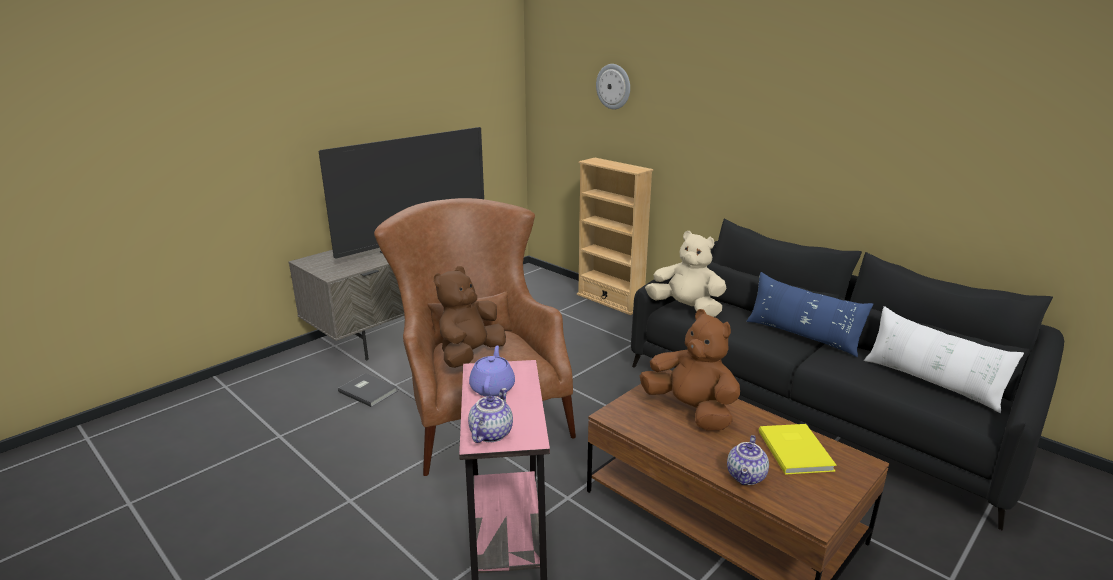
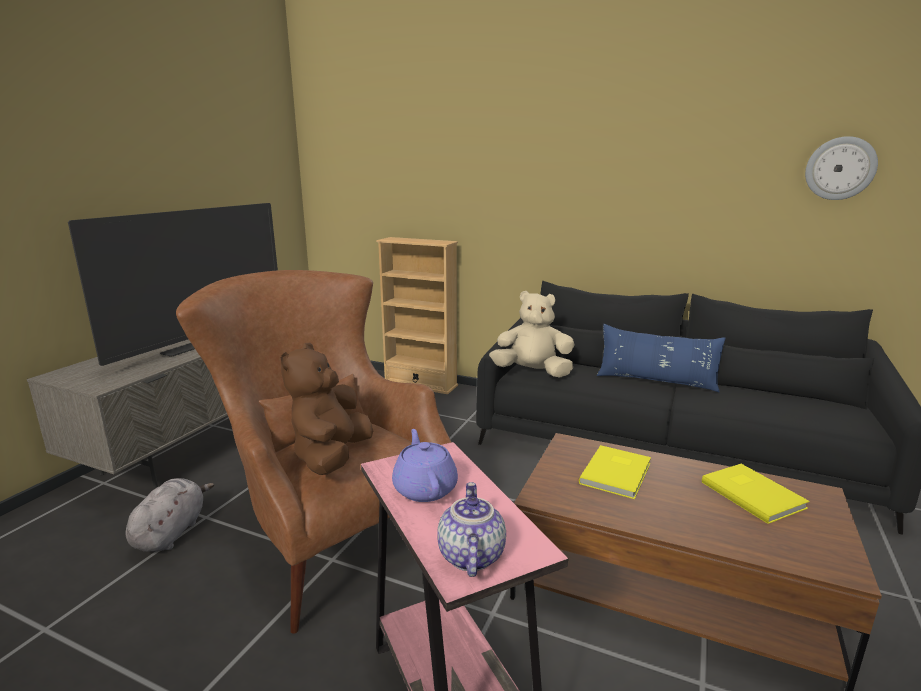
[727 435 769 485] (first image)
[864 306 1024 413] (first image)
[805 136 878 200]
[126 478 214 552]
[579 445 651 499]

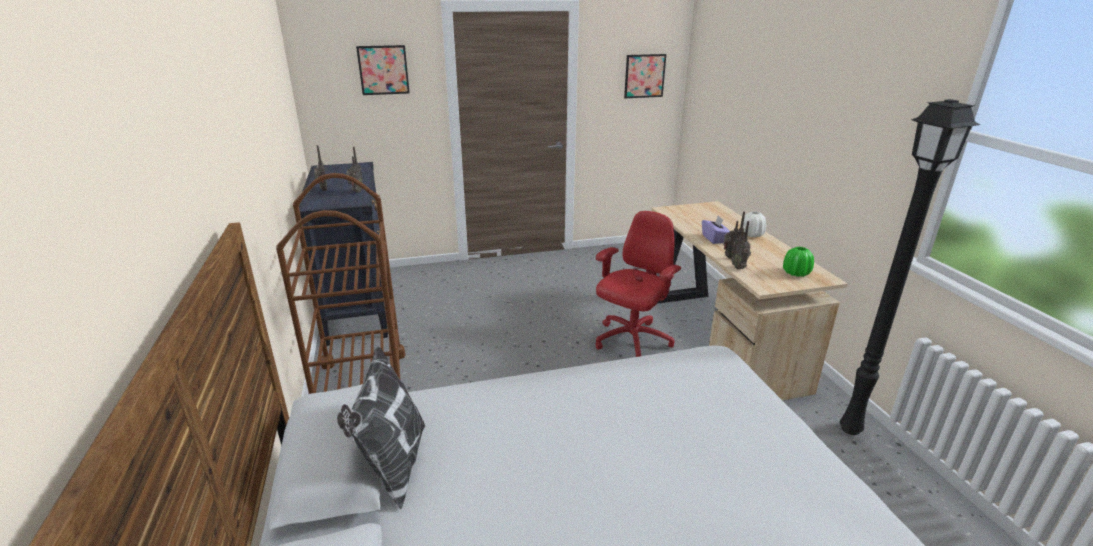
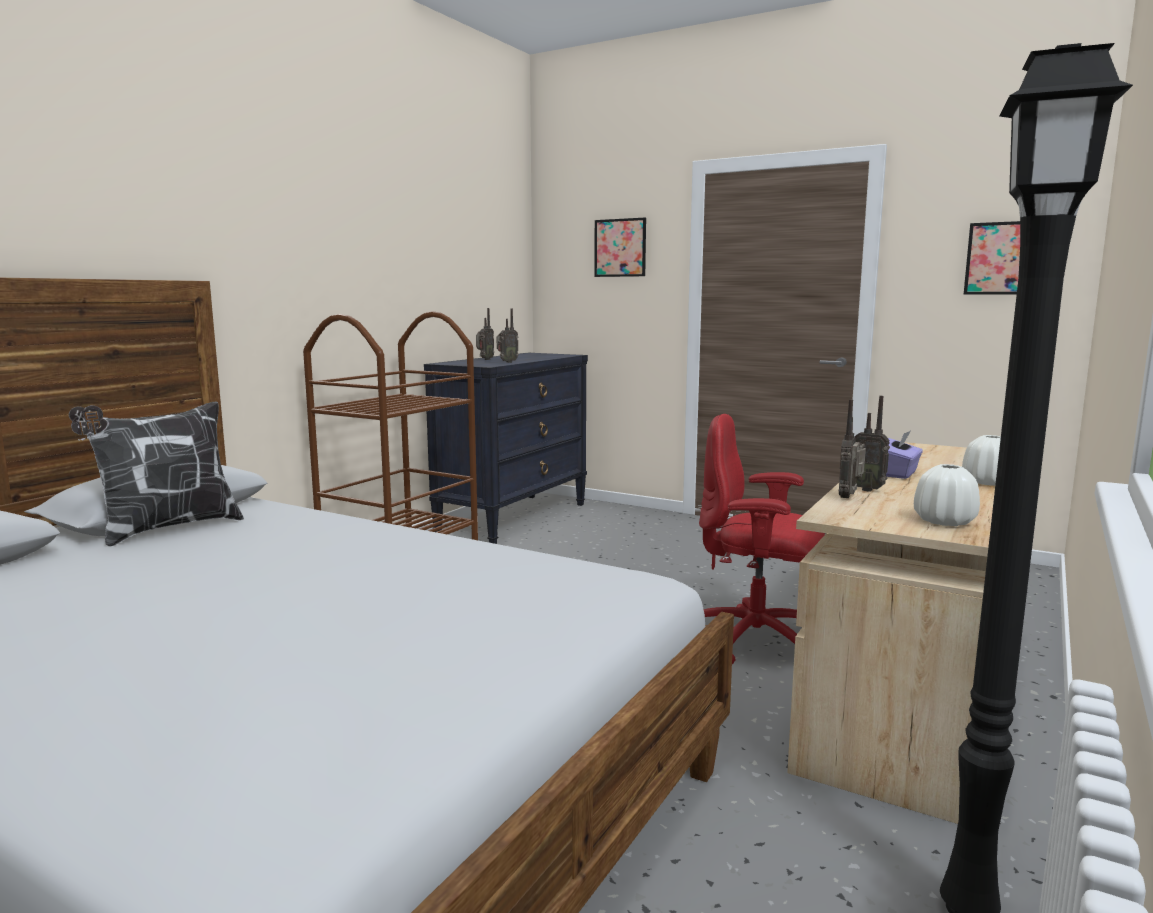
[914 464 980 526]
[699 414 825 664]

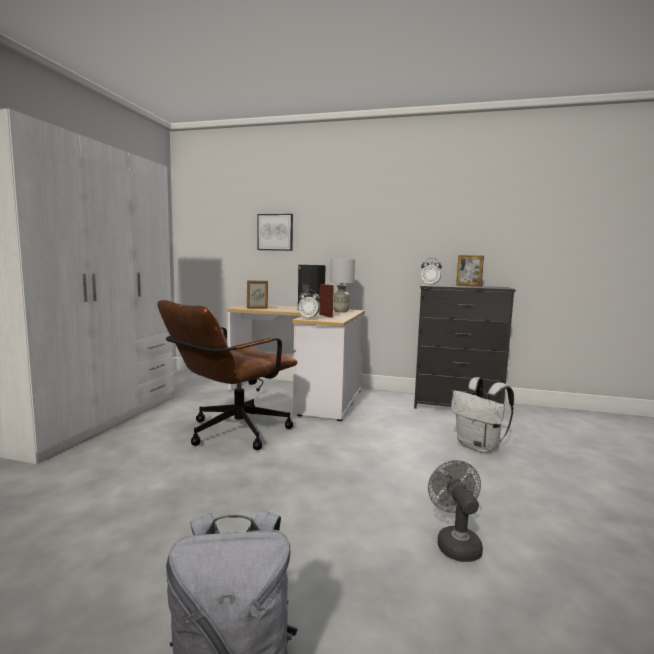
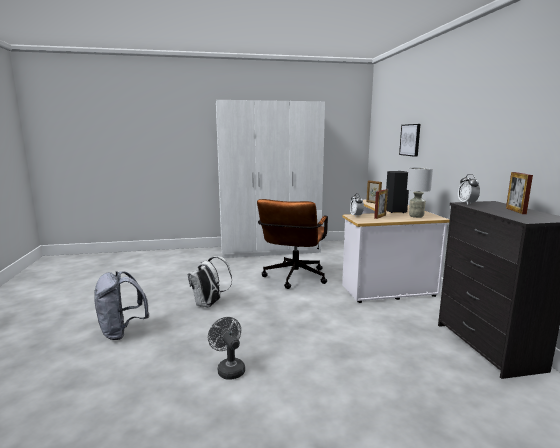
[188 256 232 308]
[257 199 328 289]
[208 317 245 380]

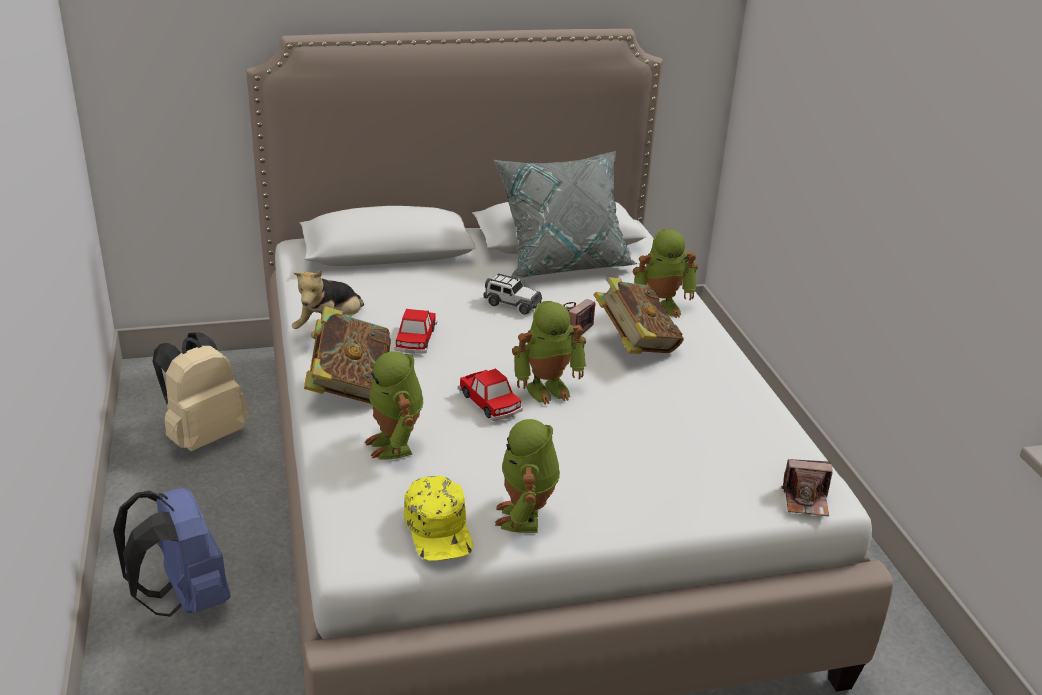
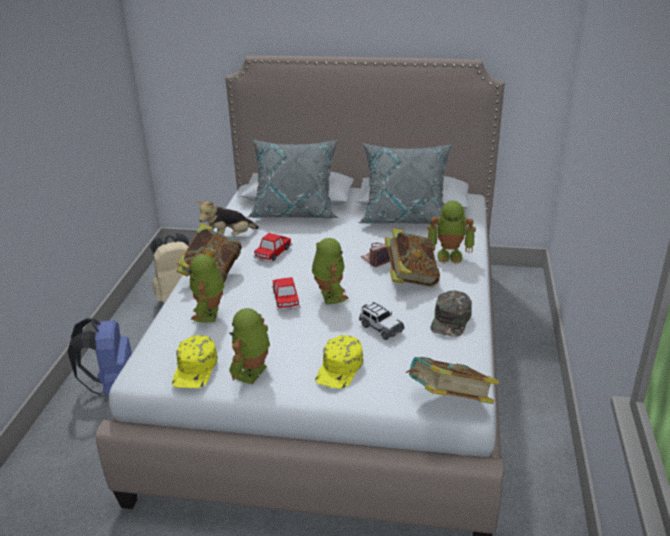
[247 140 339 218]
[315 335 363 389]
[430 291 472 337]
[359 302 405 340]
[406 357 499 404]
[312 238 349 305]

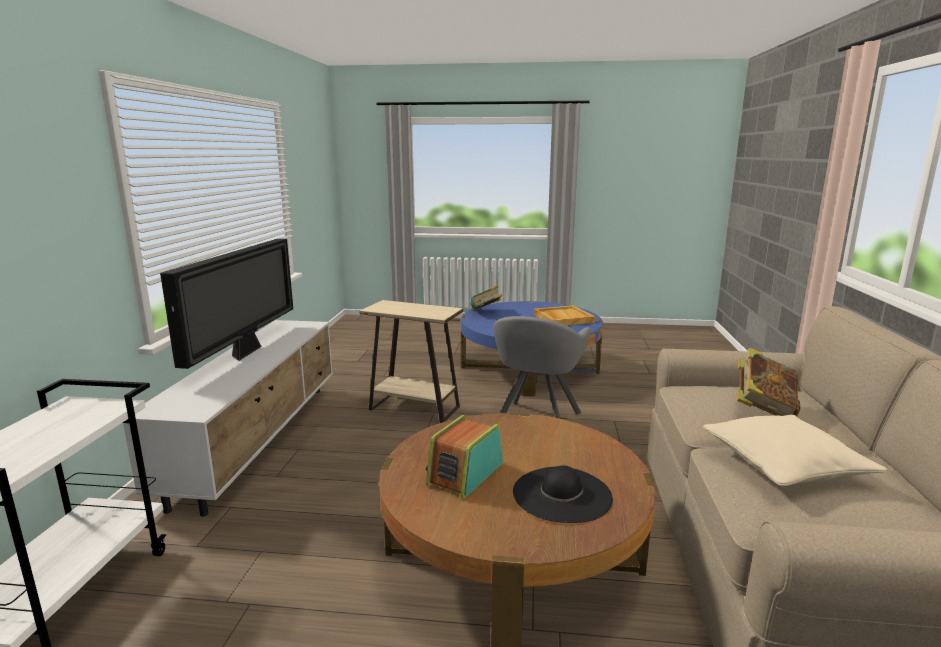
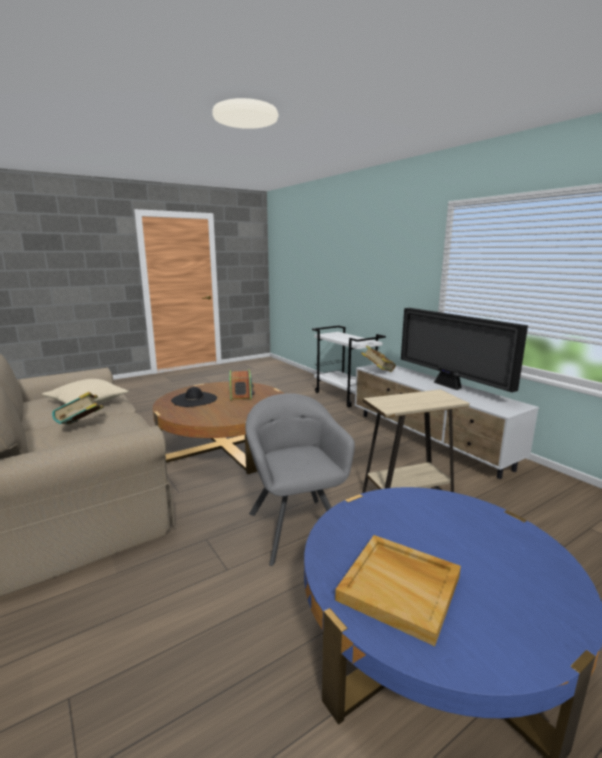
[361 346 396 372]

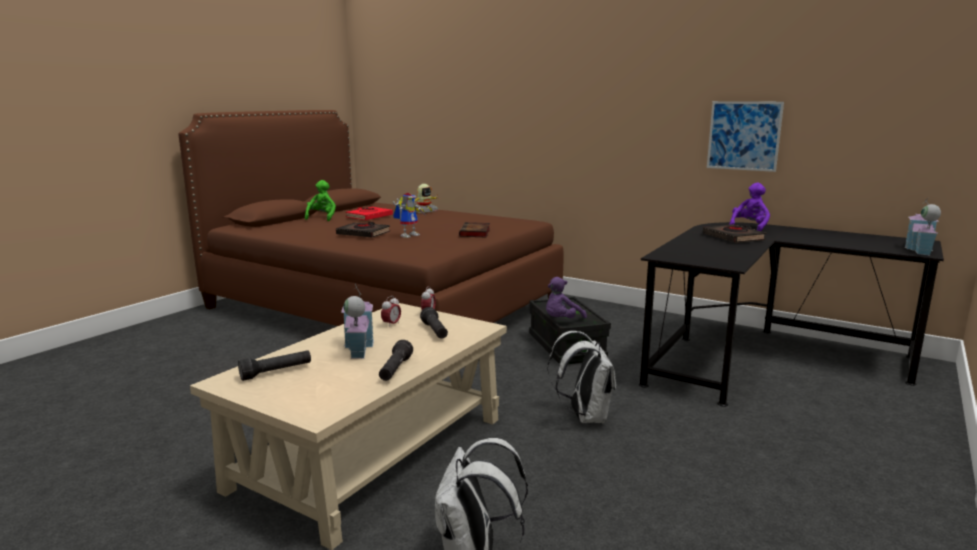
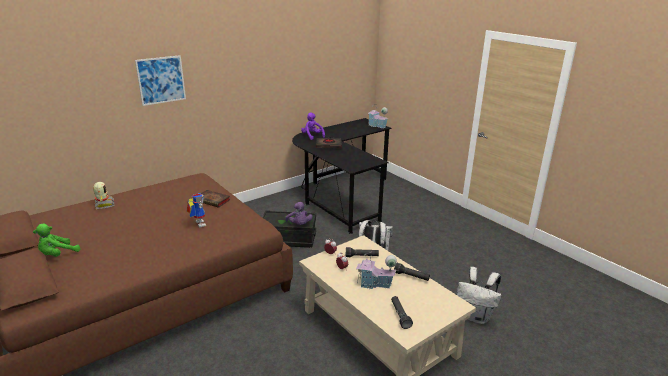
[336 222 390 238] (first image)
[346 207 393 220] (first image)
[135 55 186 106]
[33 224 80 257]

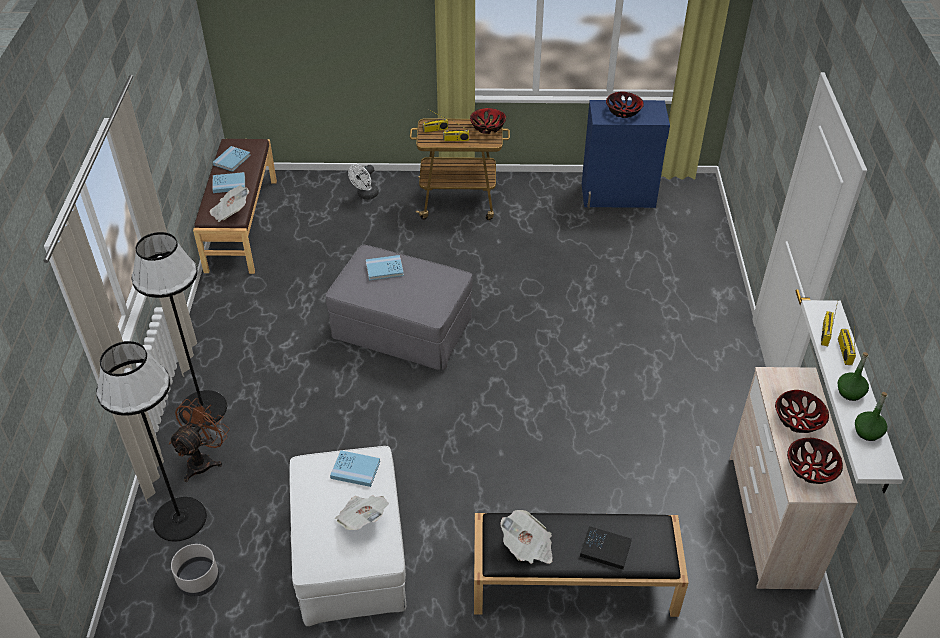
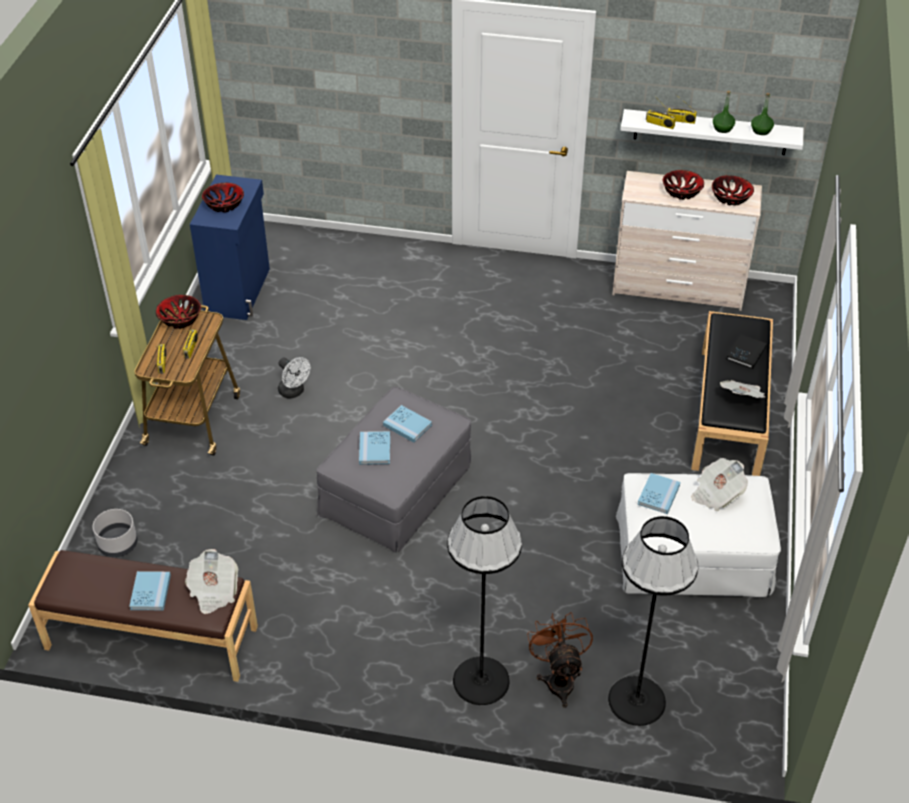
[93 509 138 557]
[383 405 432 443]
[278 357 311 399]
[527 612 593 708]

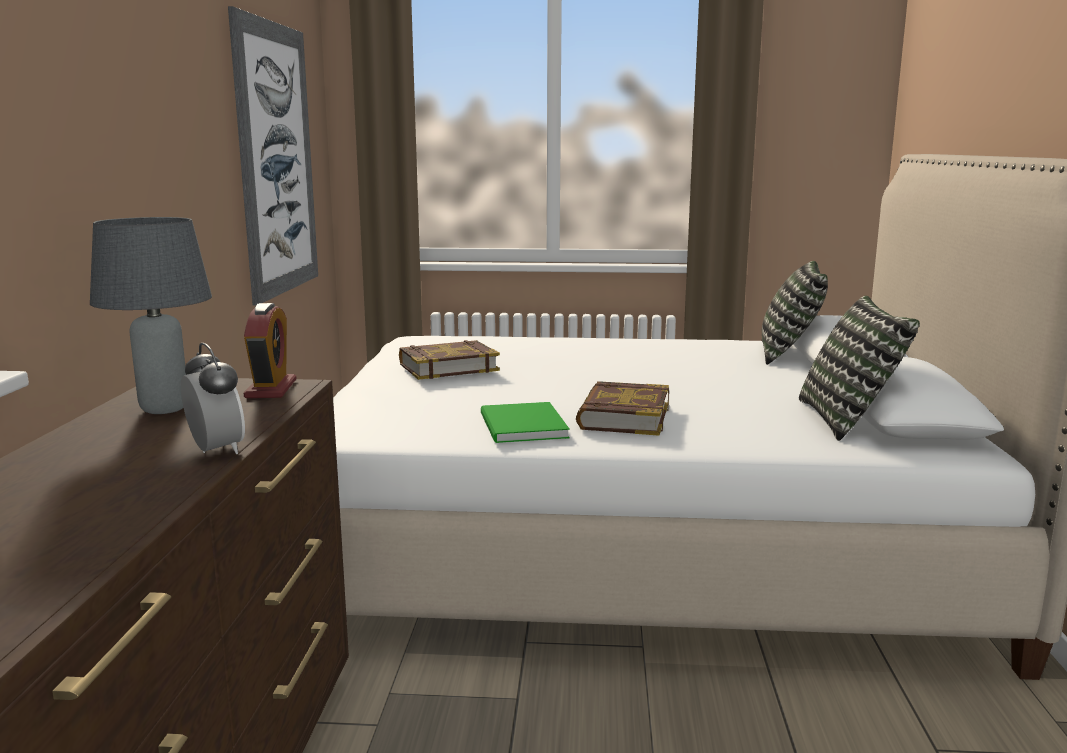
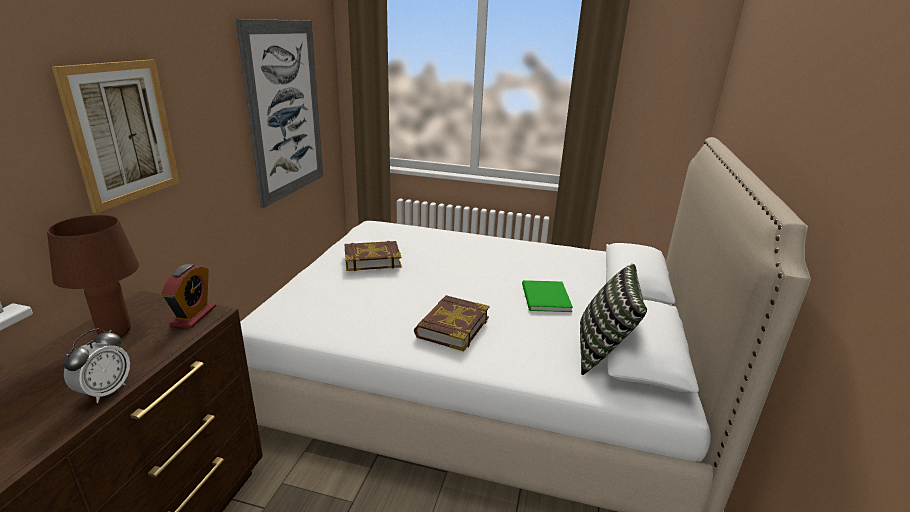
[762 261 828 365] (first image)
[52 60 180 213]
[522 280 573 312]
[47 215 139 337]
[63 328 130 403]

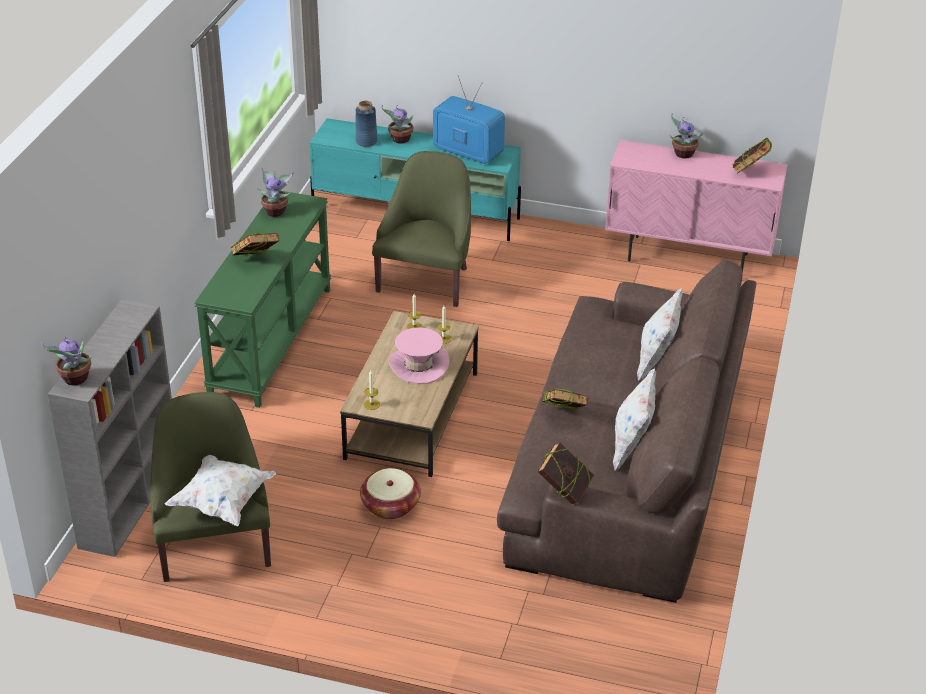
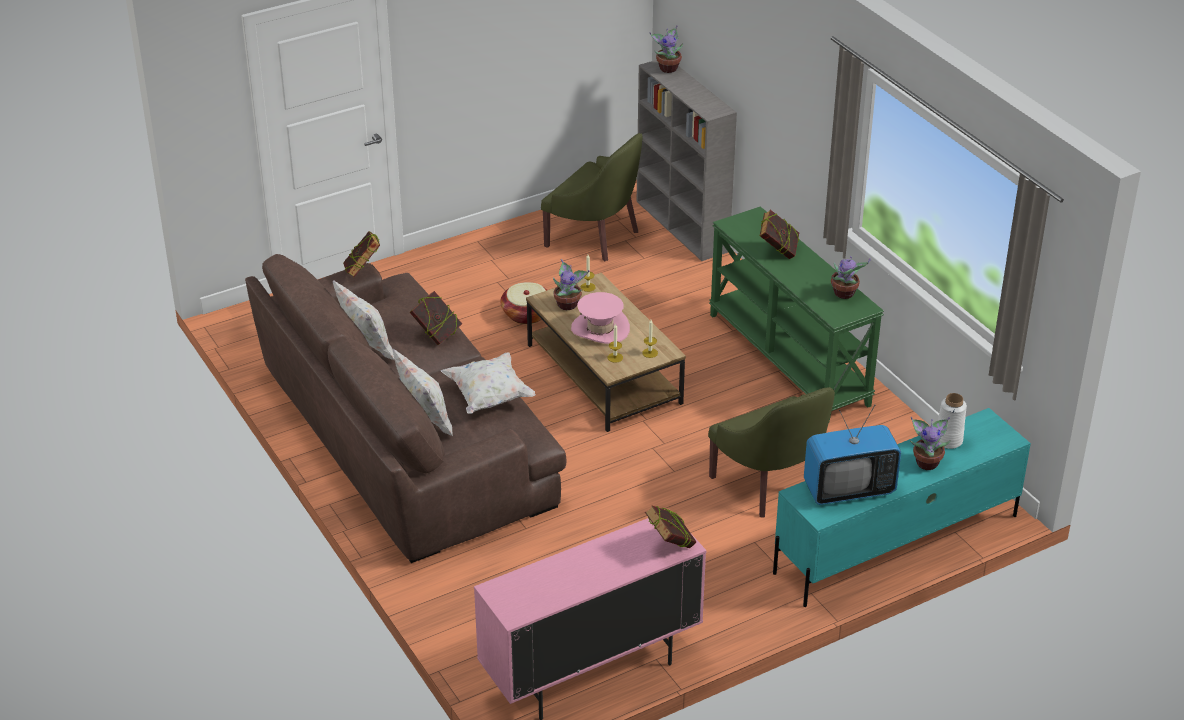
[440 353 536 414]
[553 259 589 310]
[645 506 696 548]
[938 393 967 449]

